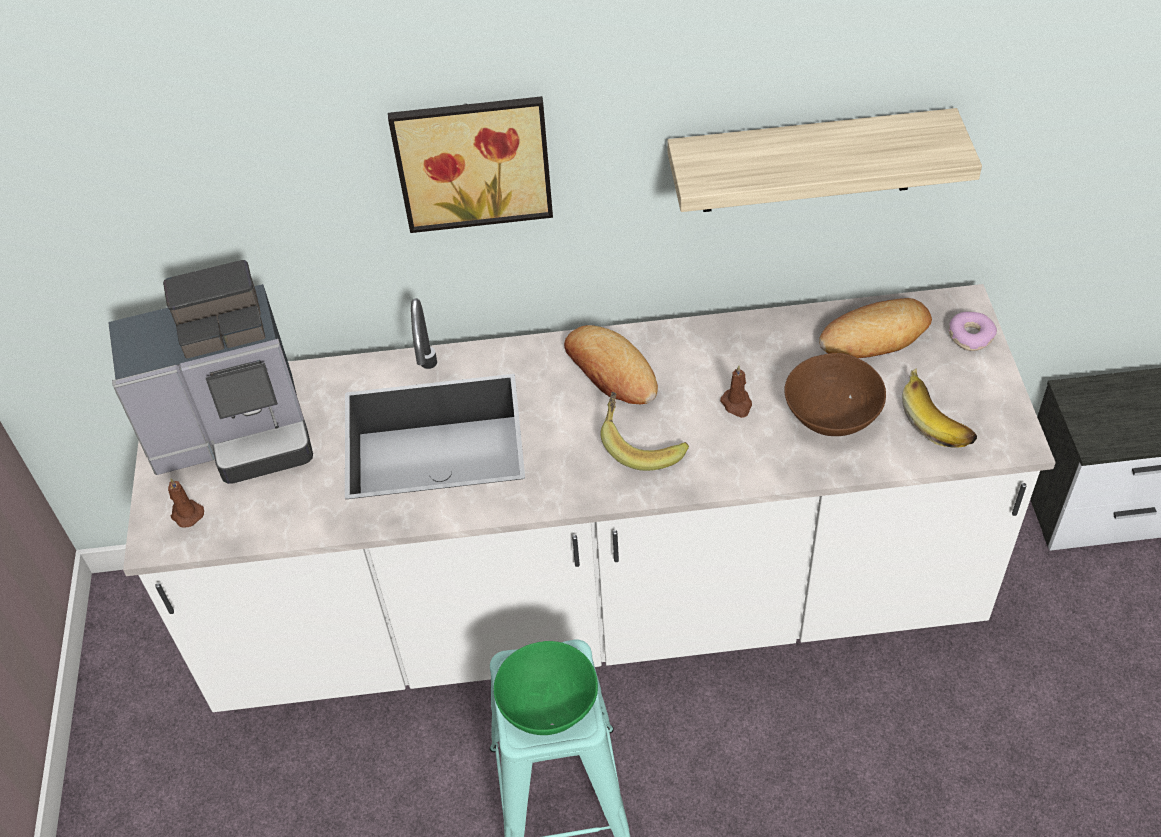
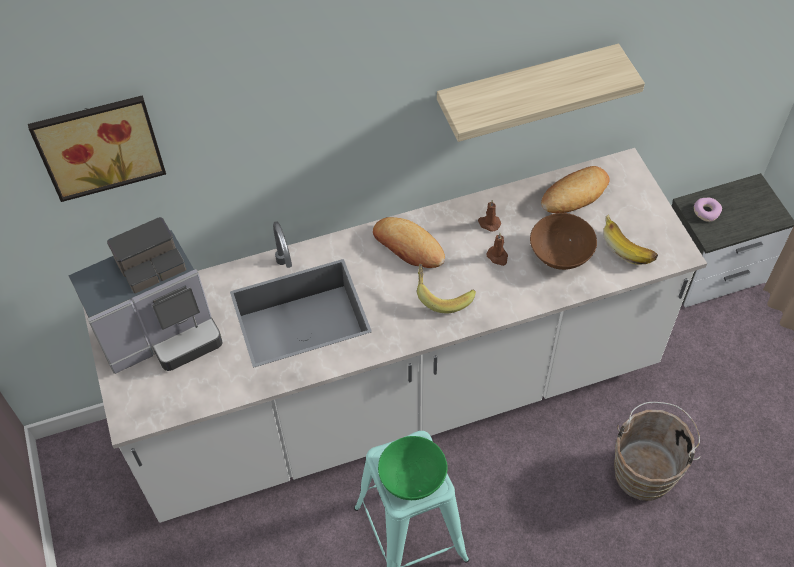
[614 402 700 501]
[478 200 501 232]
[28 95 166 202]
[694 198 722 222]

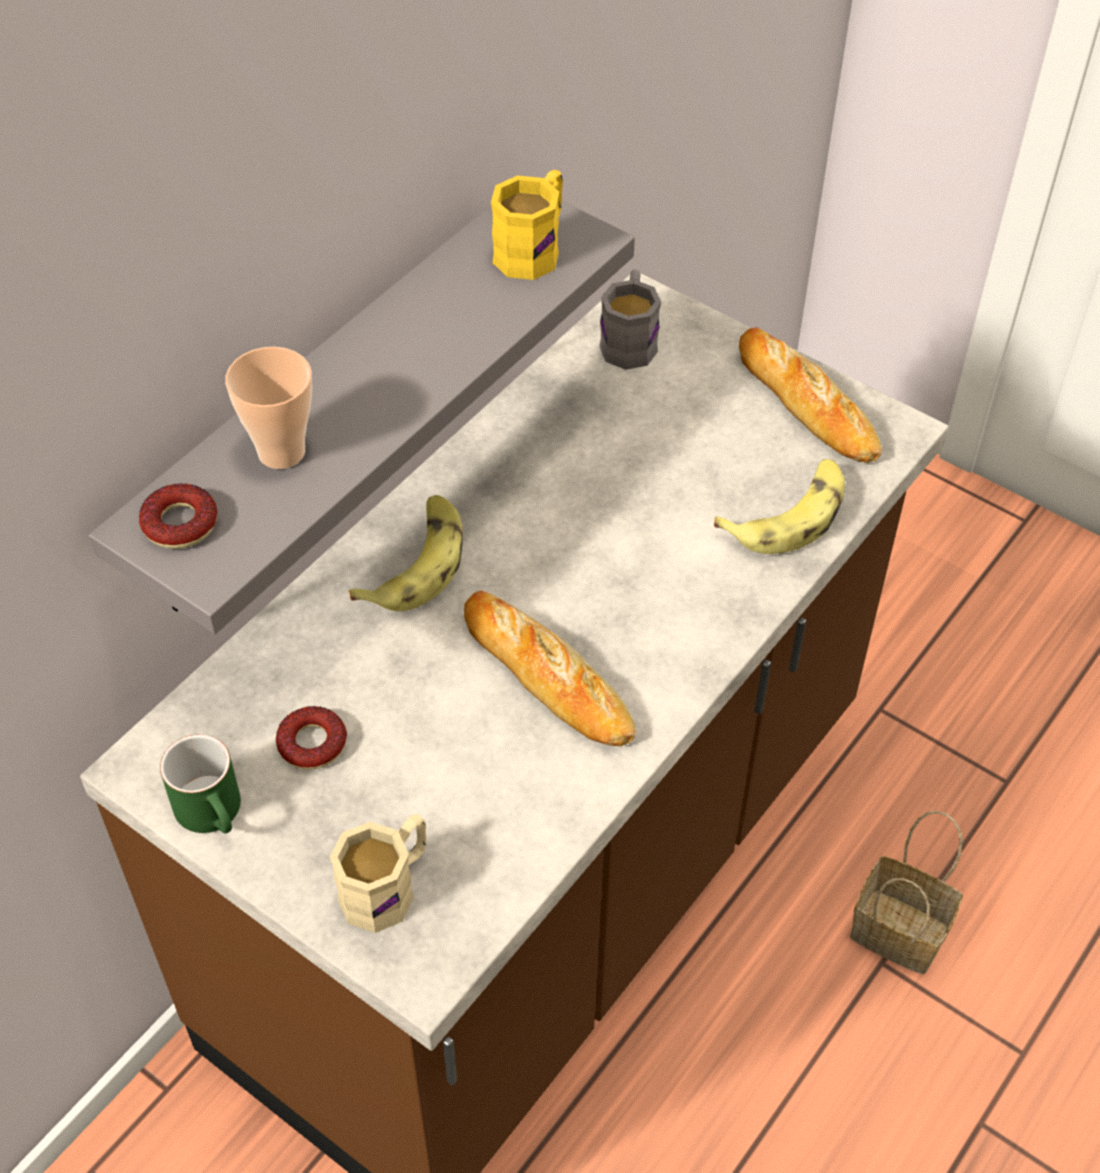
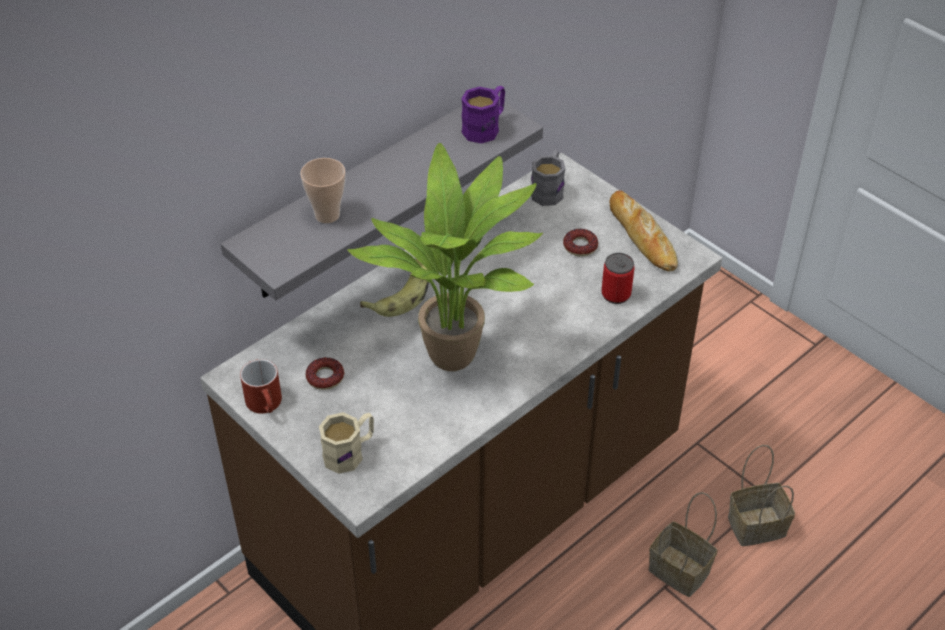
[728 445 795 546]
[563 229 598 257]
[347 143 544 371]
[601 253 634 304]
[240 359 282 414]
[461 86 505 144]

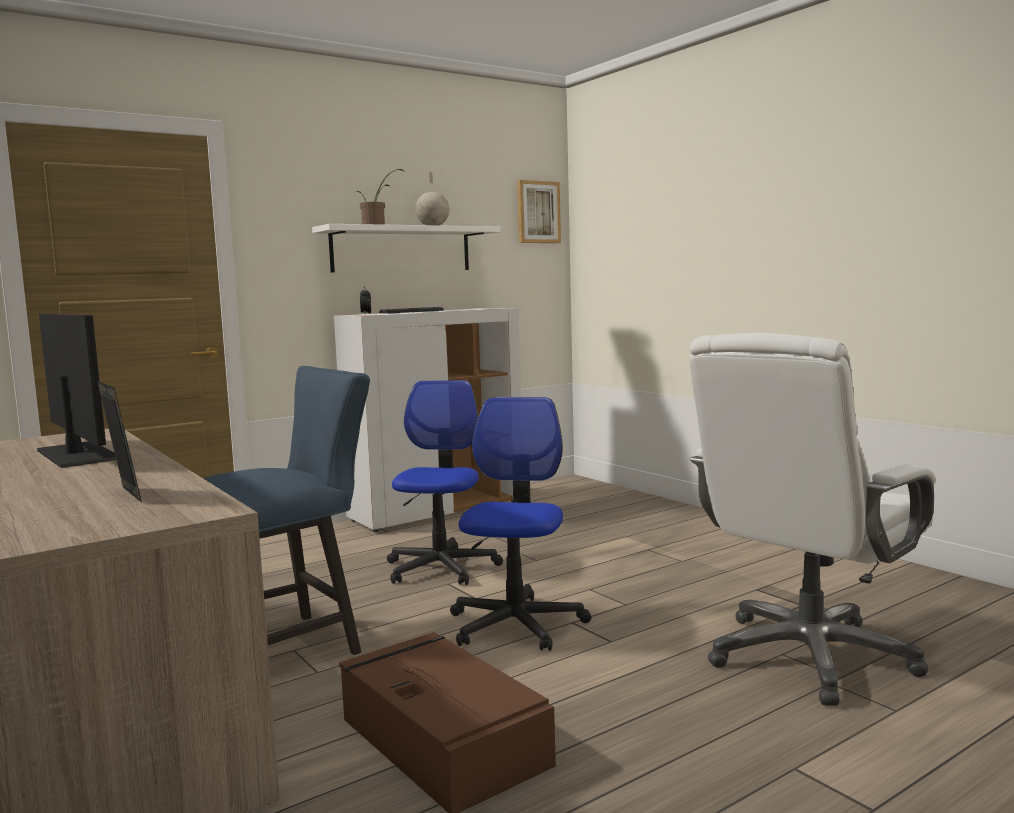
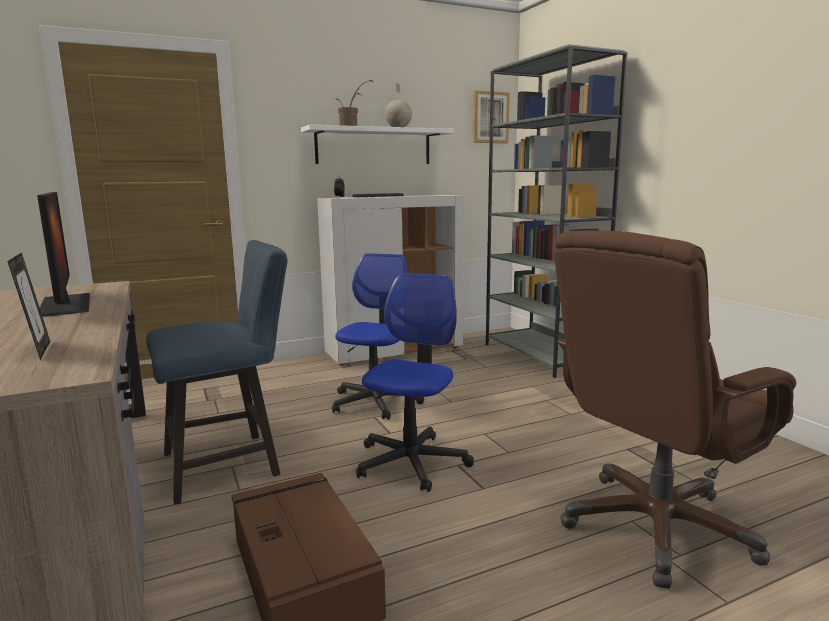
[486 44 628 378]
[554 230 796 589]

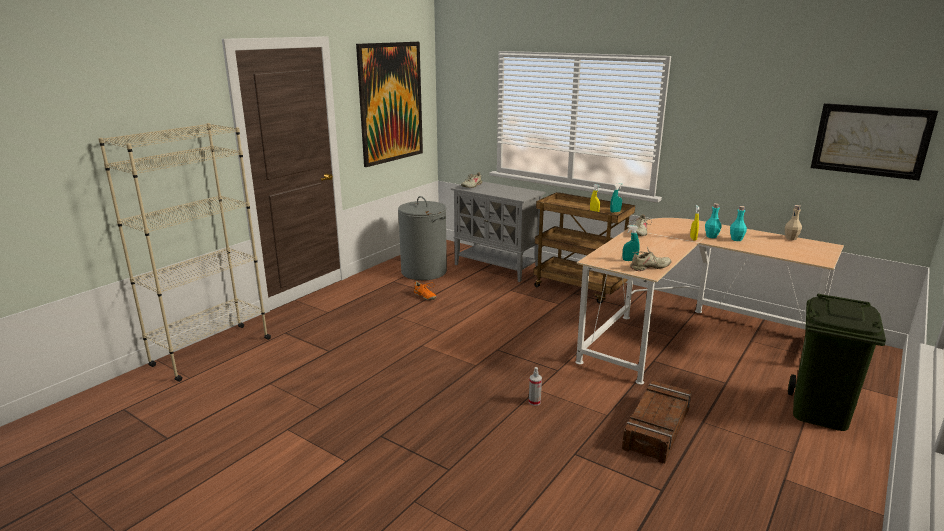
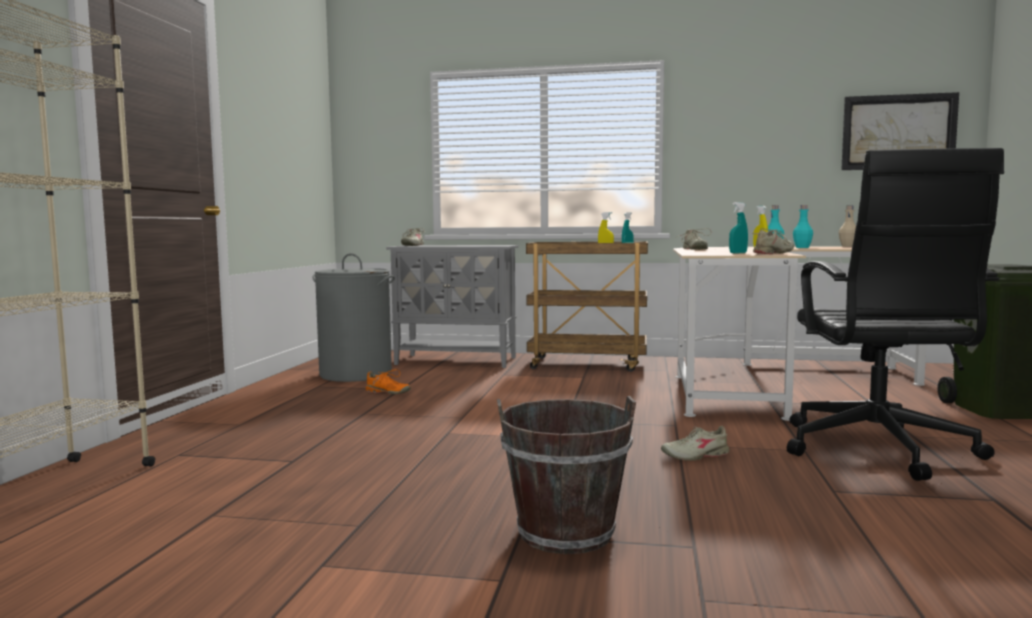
[356 42 423 167] (first image)
[497 396 636 554]
[661 426 729 461]
[787 148 1004 481]

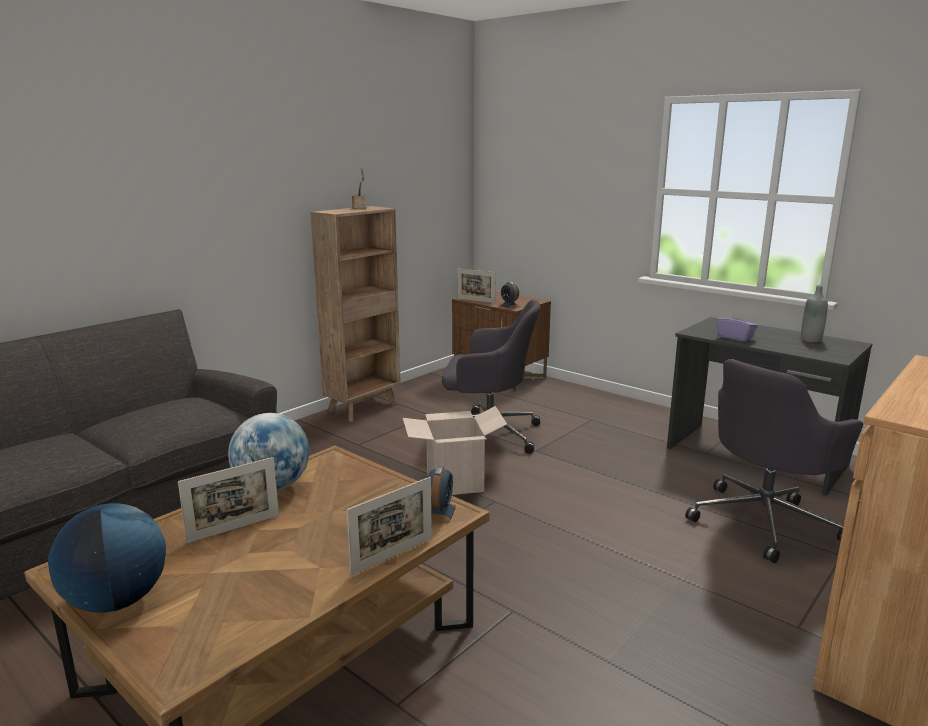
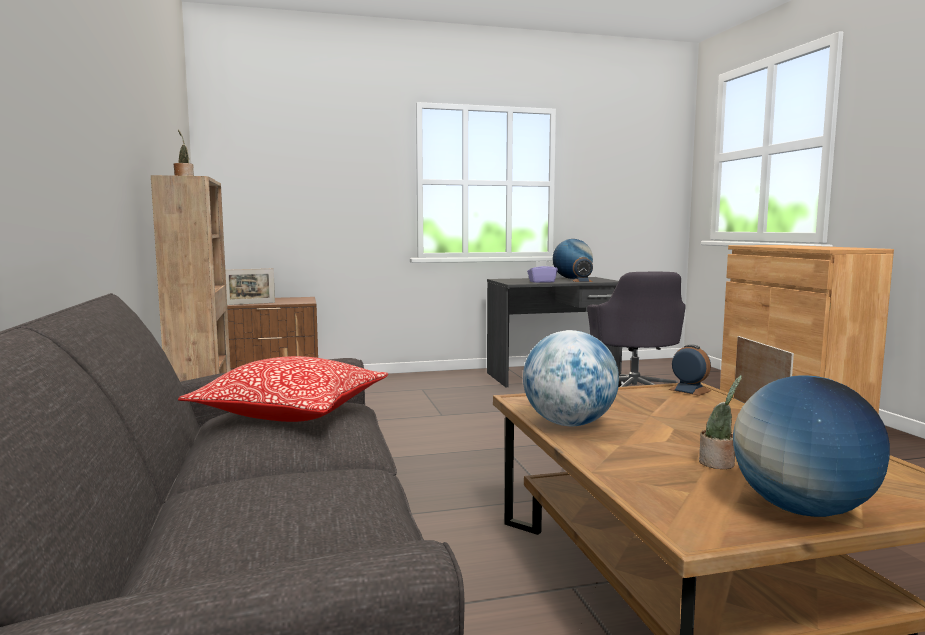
[178 457 279 543] (first image)
[403 406 507 495] (first image)
[442 300 541 454] (first image)
[178 356 388 422]
[699 375 742 469]
[573 257 593 282]
[553 239 593 279]

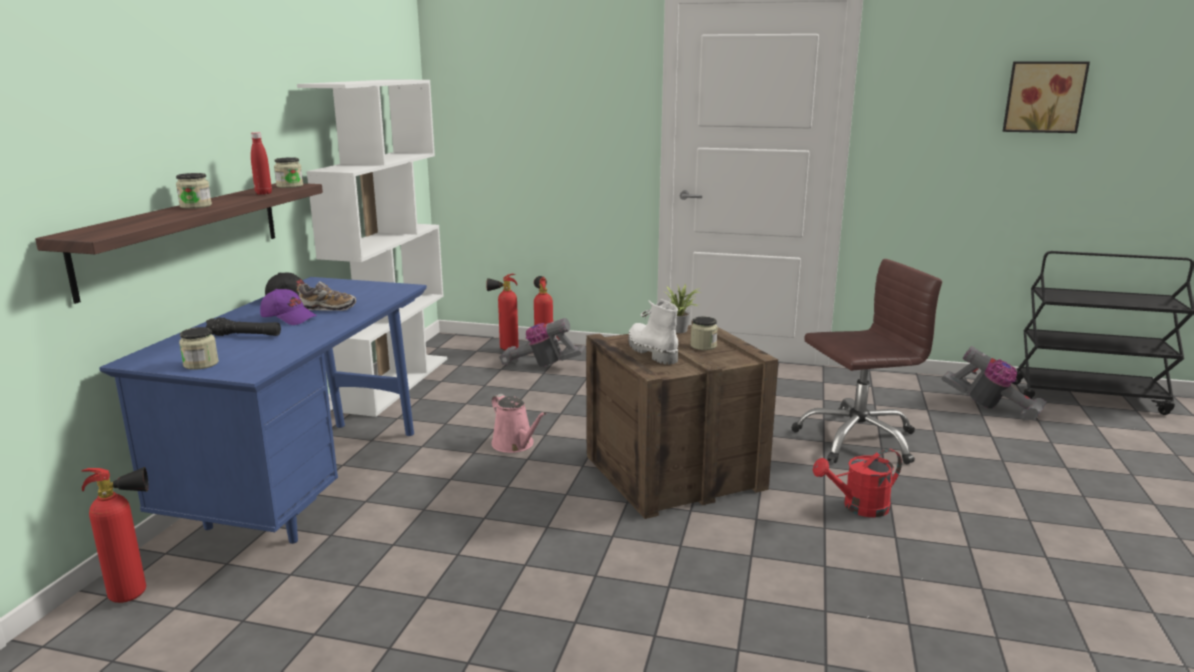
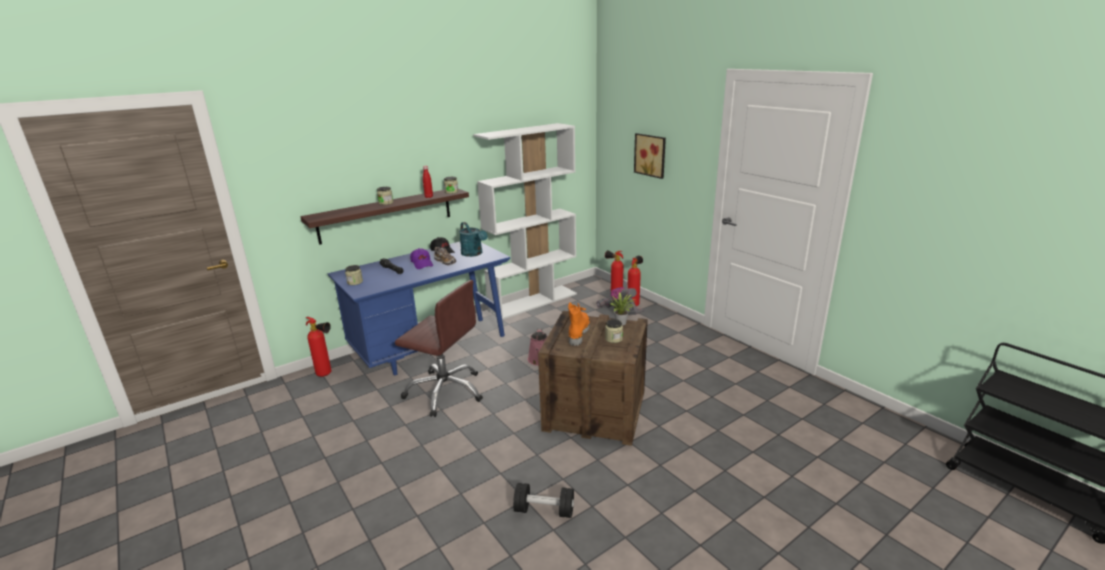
[813 449 902 517] (first image)
[941 346 1047 421] (first image)
[459 222 488 257]
[513 483 574 518]
[395 280 483 417]
[634 133 666 179]
[568 302 590 346]

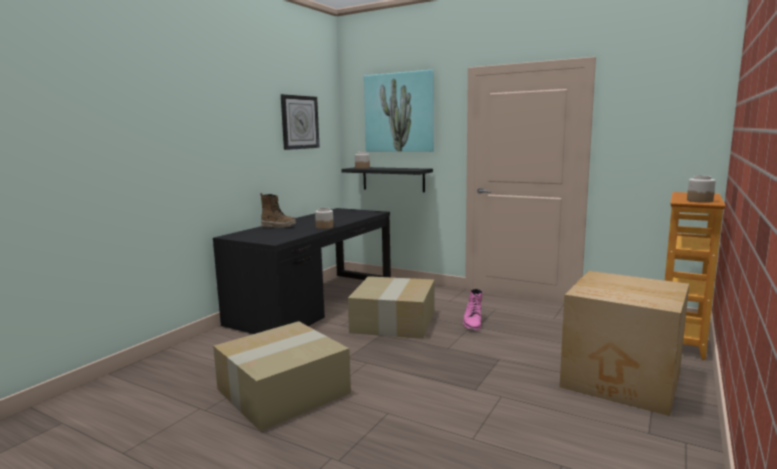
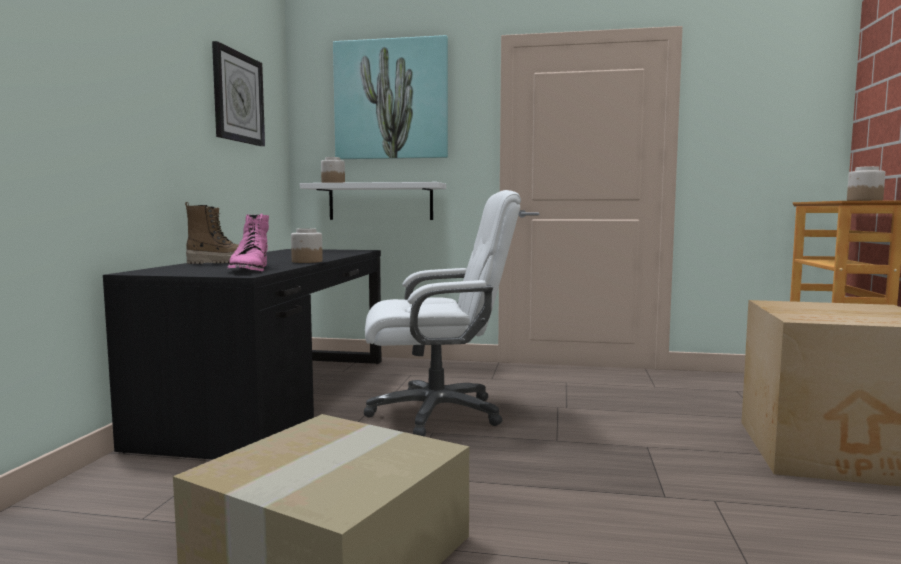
[227 214 269 272]
[364 190 521 437]
[300 182 446 220]

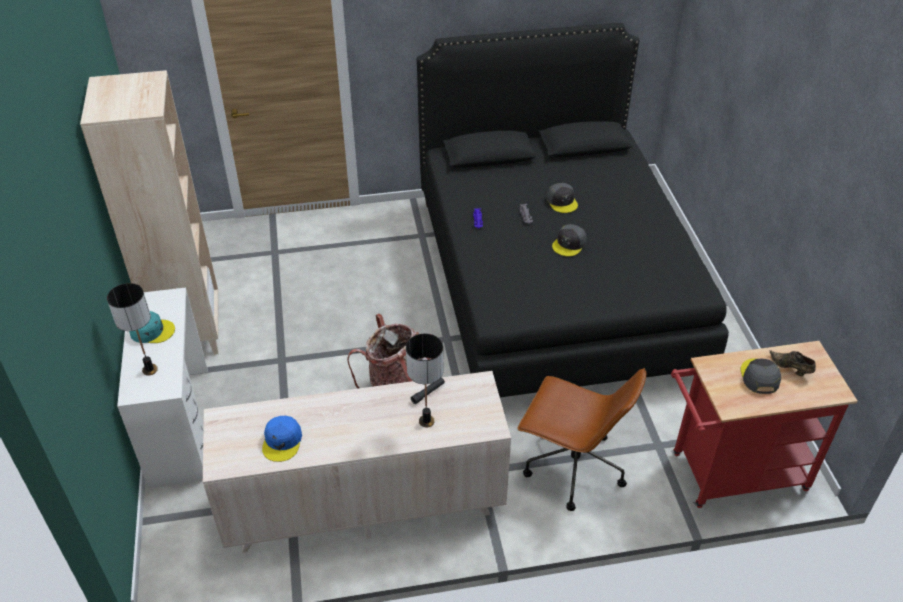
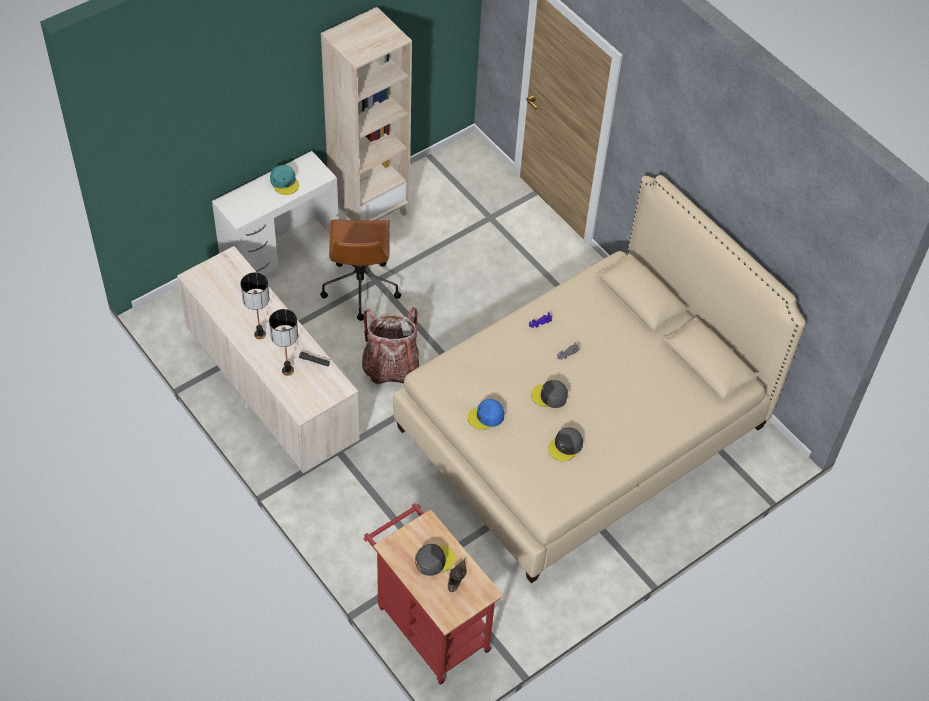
[240 273 270 339]
[468 399 504 430]
[320 220 401 321]
[548 427 583 461]
[393 175 806 583]

